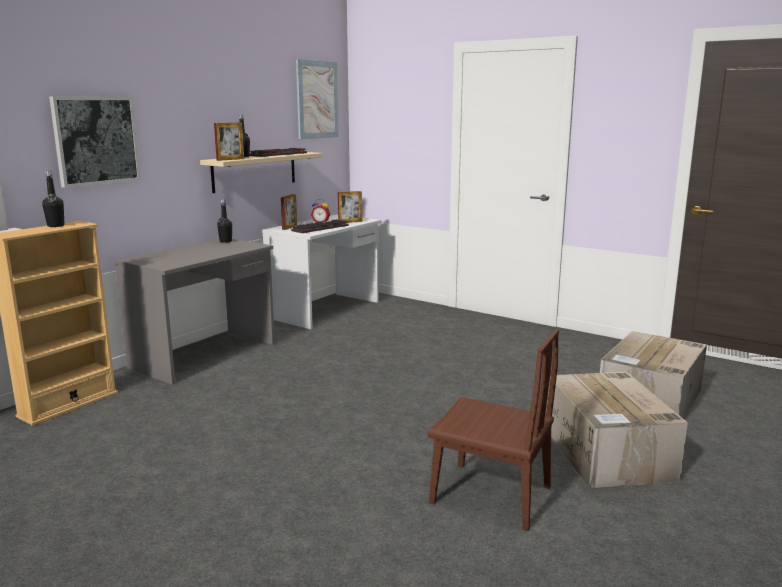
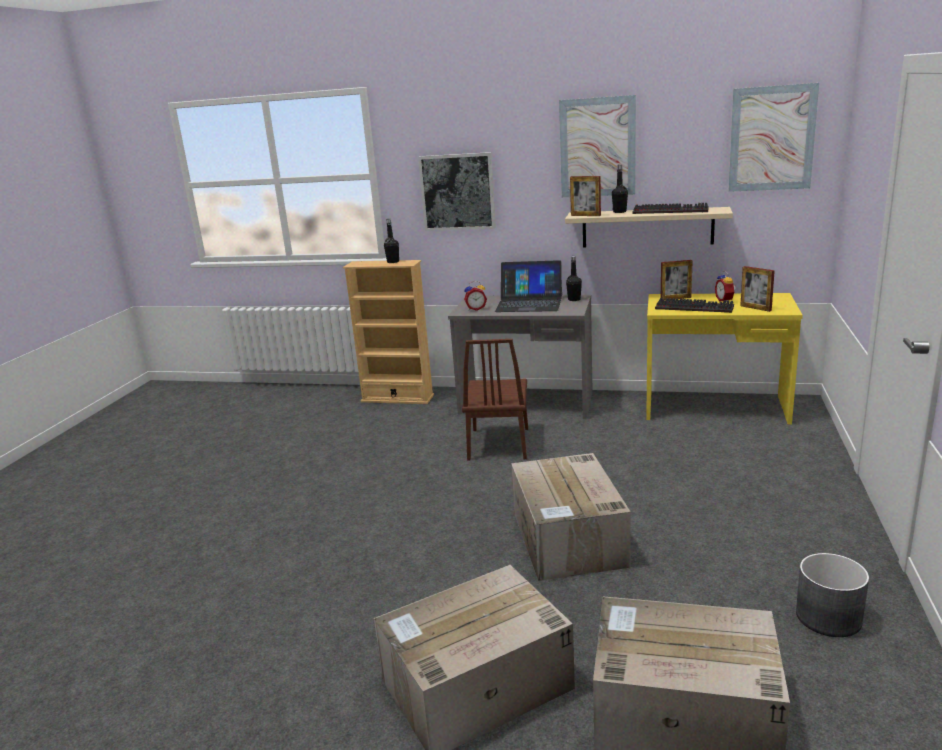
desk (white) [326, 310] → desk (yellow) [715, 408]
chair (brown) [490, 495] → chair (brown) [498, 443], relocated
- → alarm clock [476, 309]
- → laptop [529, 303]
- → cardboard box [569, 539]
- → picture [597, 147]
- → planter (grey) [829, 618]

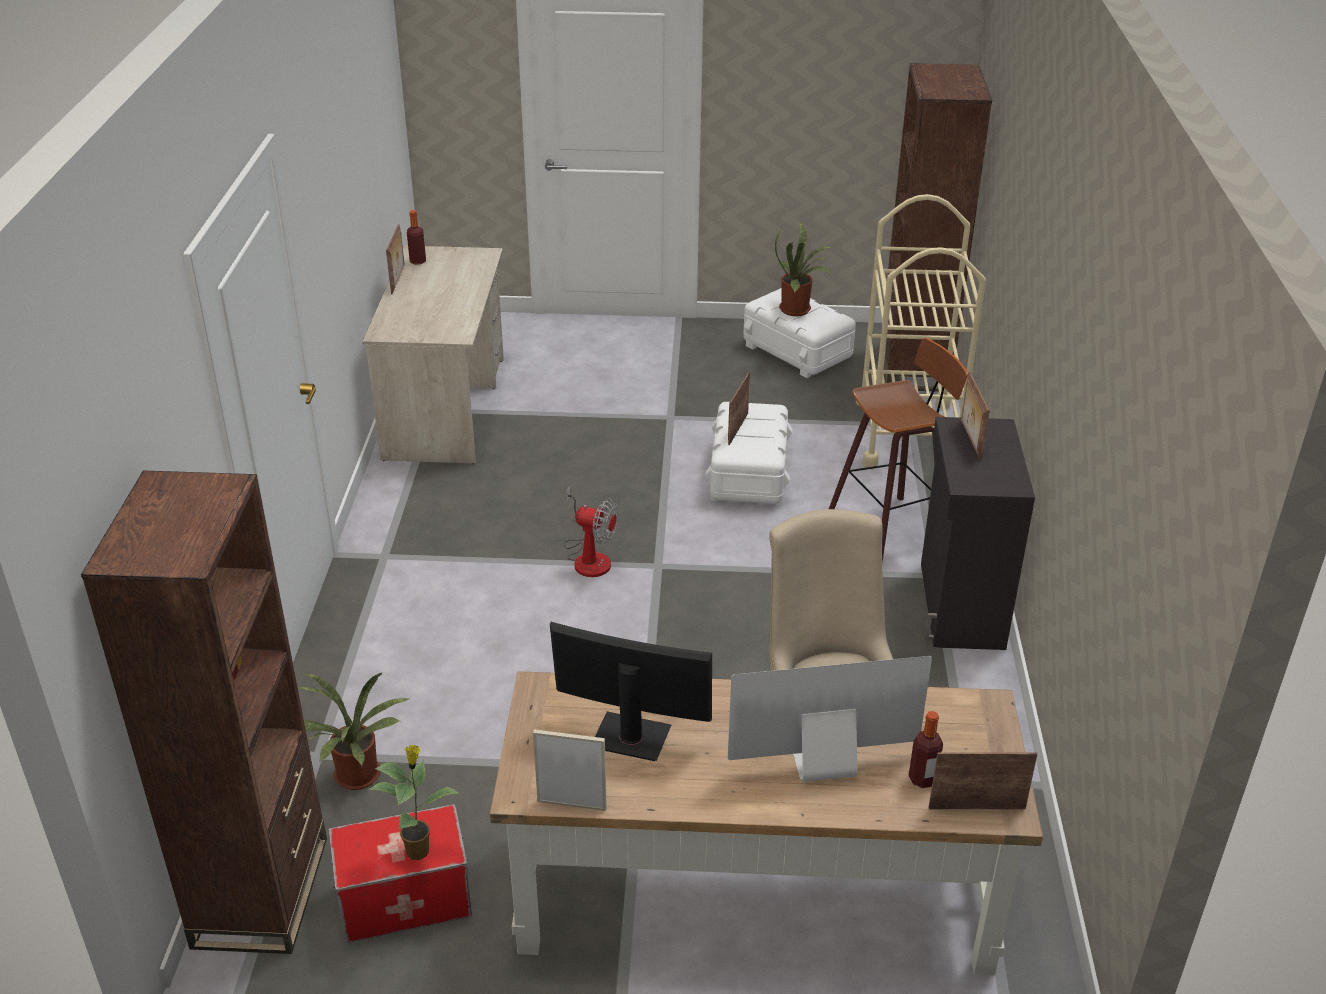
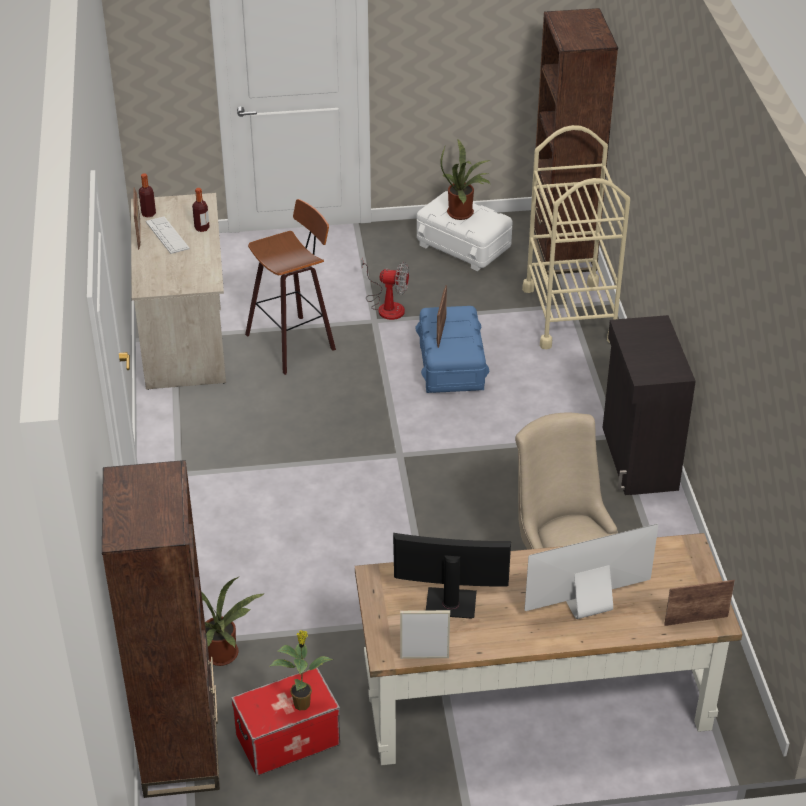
fan [589, 557] → fan [386, 306], relocated
storage box (white) [749, 474] → storage box (blue) [452, 366]
stool [891, 528] → stool [293, 342], relocated
bottle [922, 779] → bottle [202, 228], relocated
picture frame [969, 440] → -
- → keyboard [167, 235]

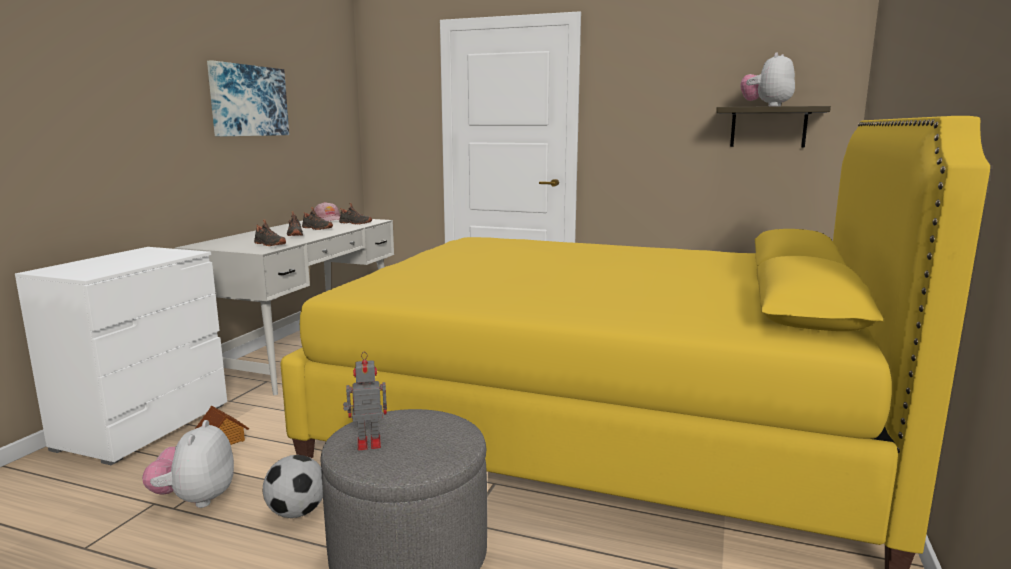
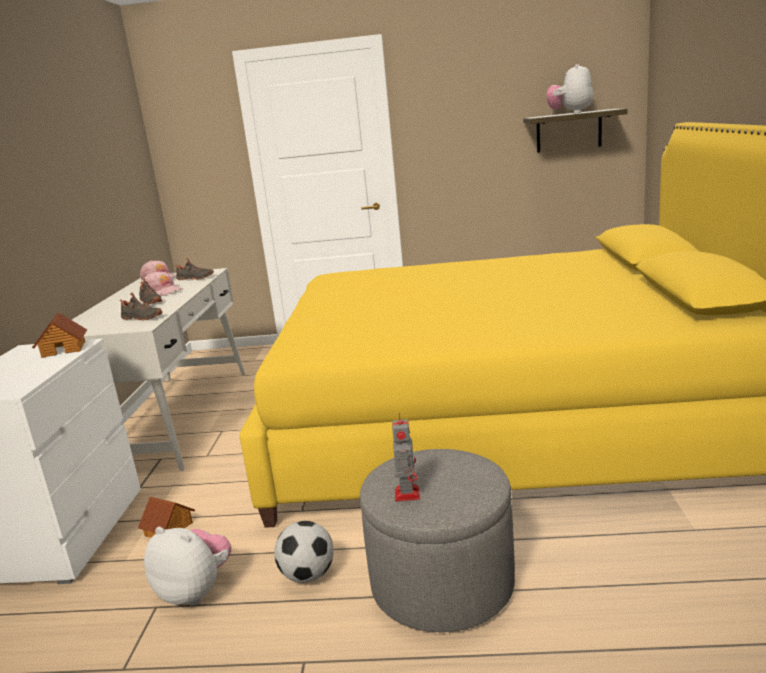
plush toy [195, 499] → plush toy [196, 591], 135 degrees clockwise
picture [248, 101] → -
shoe (black) [316, 228] → cap (pink) [163, 291]
toy robot [367, 443] → toy robot [407, 493], 120 degrees clockwise
- → toy house [64, 349]

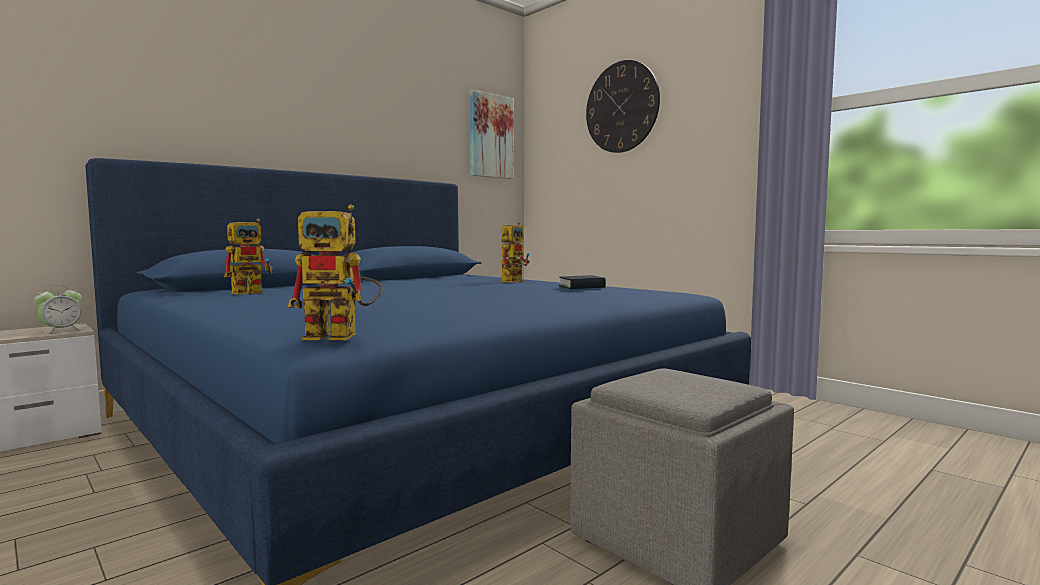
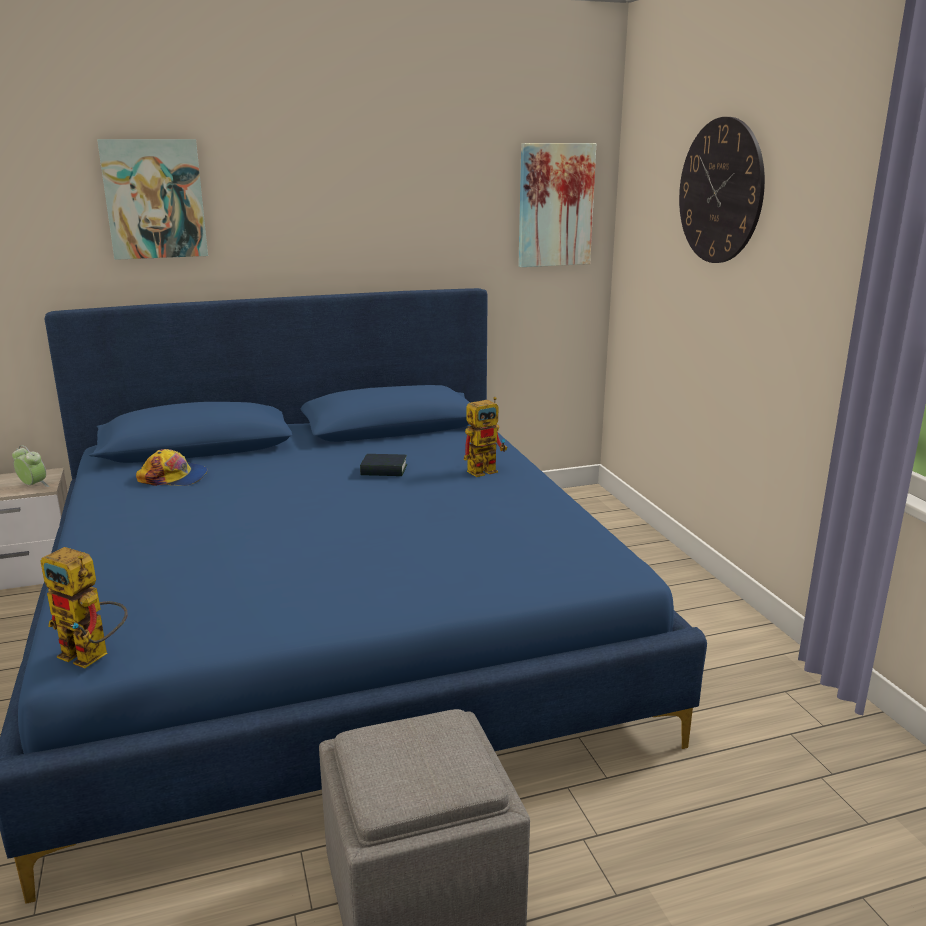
alarm clock [61, 331] → alarm clock [33, 486], 120 degrees counterclockwise
toy robot [253, 292] → cap [174, 477]
book [581, 287] → book [384, 470], relocated
- → picture [154, 199]

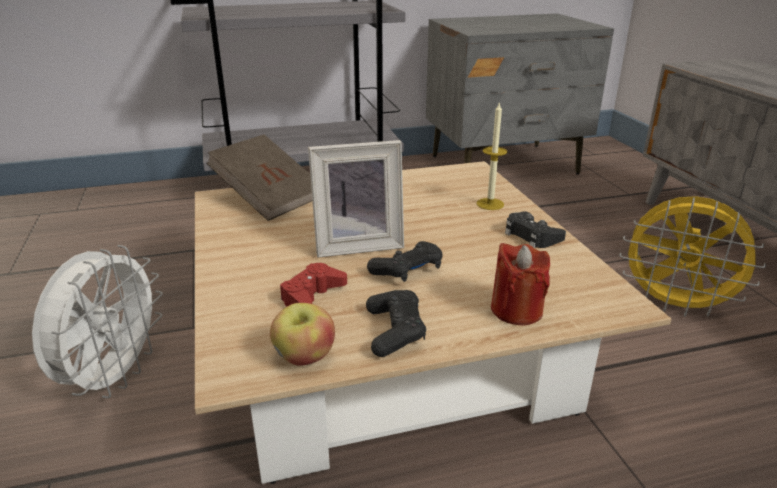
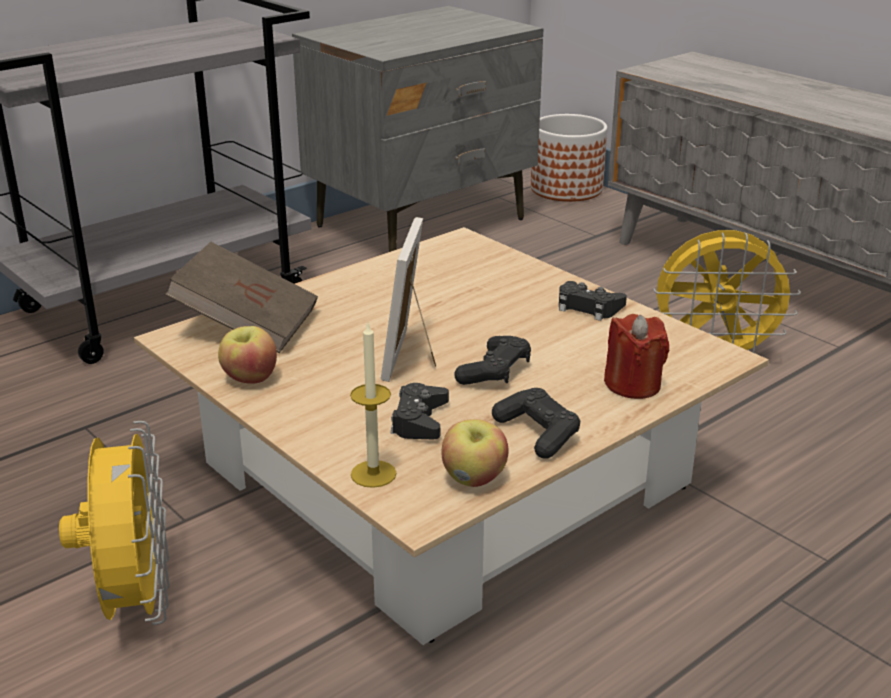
fan (white) [114, 377] → fan (yellow) [136, 603]
game controller (red) [312, 295] → game controller (black) [419, 420]
picture frame [358, 244] → picture frame [414, 357], 135 degrees clockwise
candle [490, 204] → candle [373, 474], relocated
- → apple [249, 378]
- → planter [567, 189]

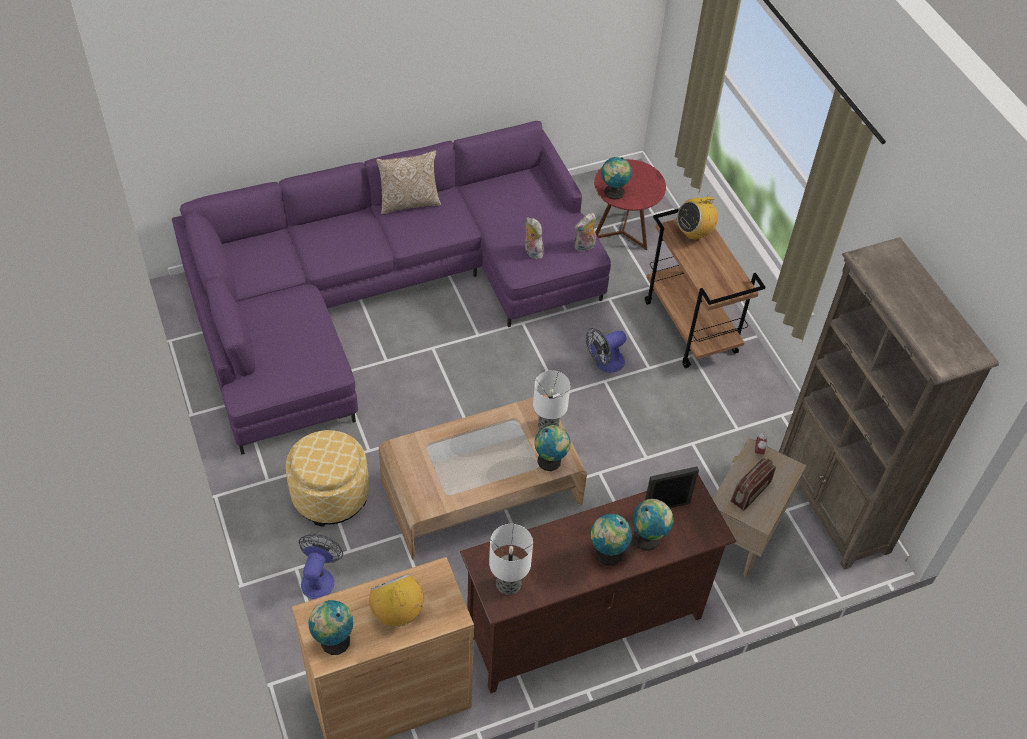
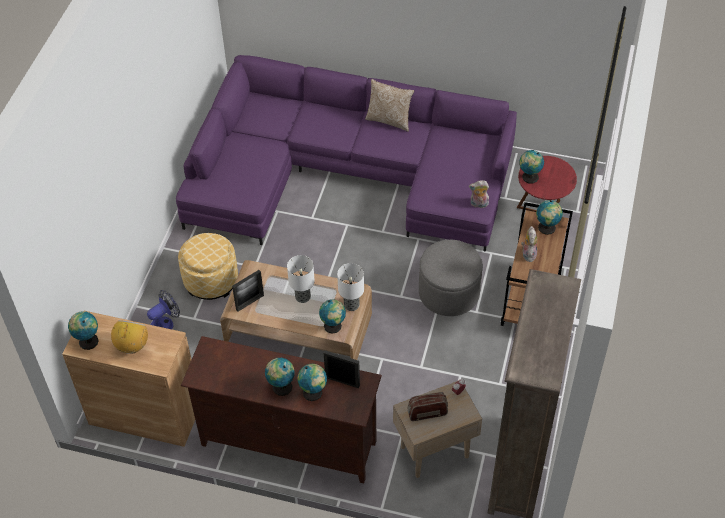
table lamp [508, 583] → table lamp [302, 296], relocated
plush toy [531, 251] → plush toy [528, 254], relocated
fan [604, 363] → ottoman (grey) [449, 293]
radio [694, 233] → globe [547, 229]
- → picture frame [250, 302]

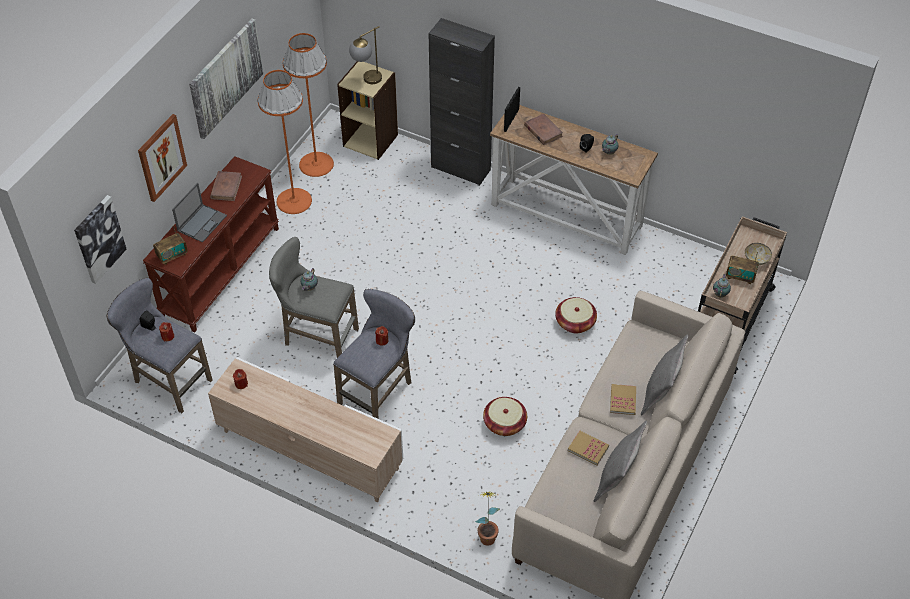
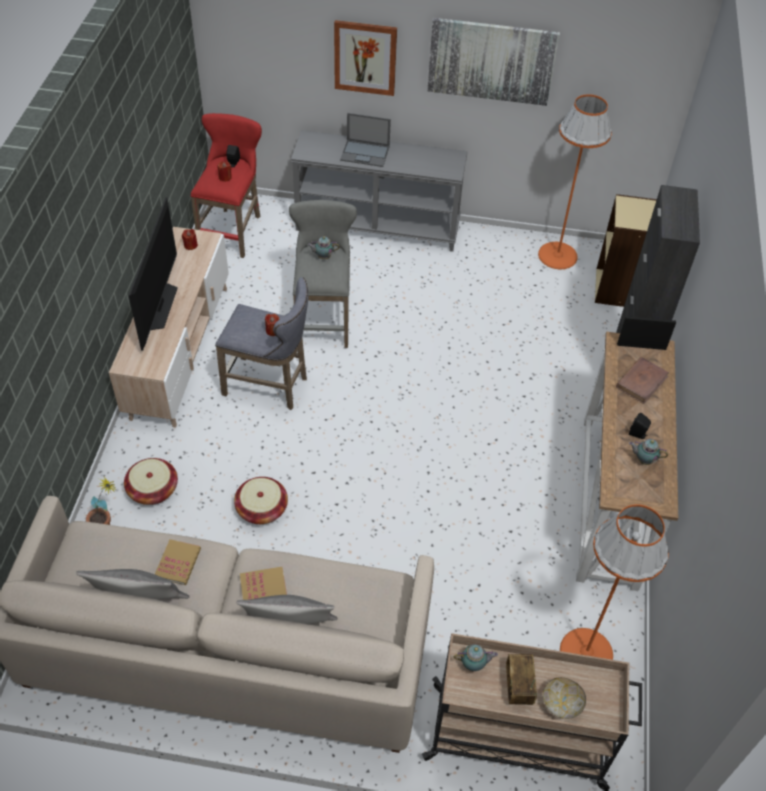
picture [99, 239] → -
stool (grey) [169, 380] → stool (red) [233, 230]
console table (brown) [220, 271] → console table (grey) [378, 226]
radio [172, 255] → -
book (brown) [226, 187] → -
floor lamp (orange) [293, 201] → floor lamp (orange) [586, 652], relocated
table lamp [367, 81] → -
basket [575, 322] → basket [153, 489], relocated
- → television [159, 306]

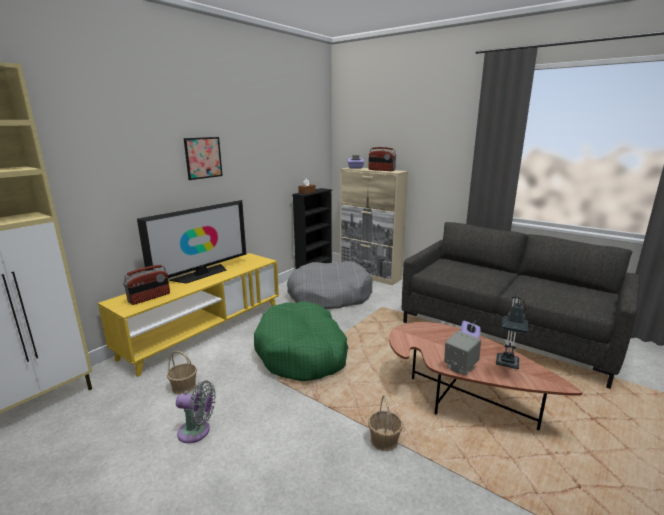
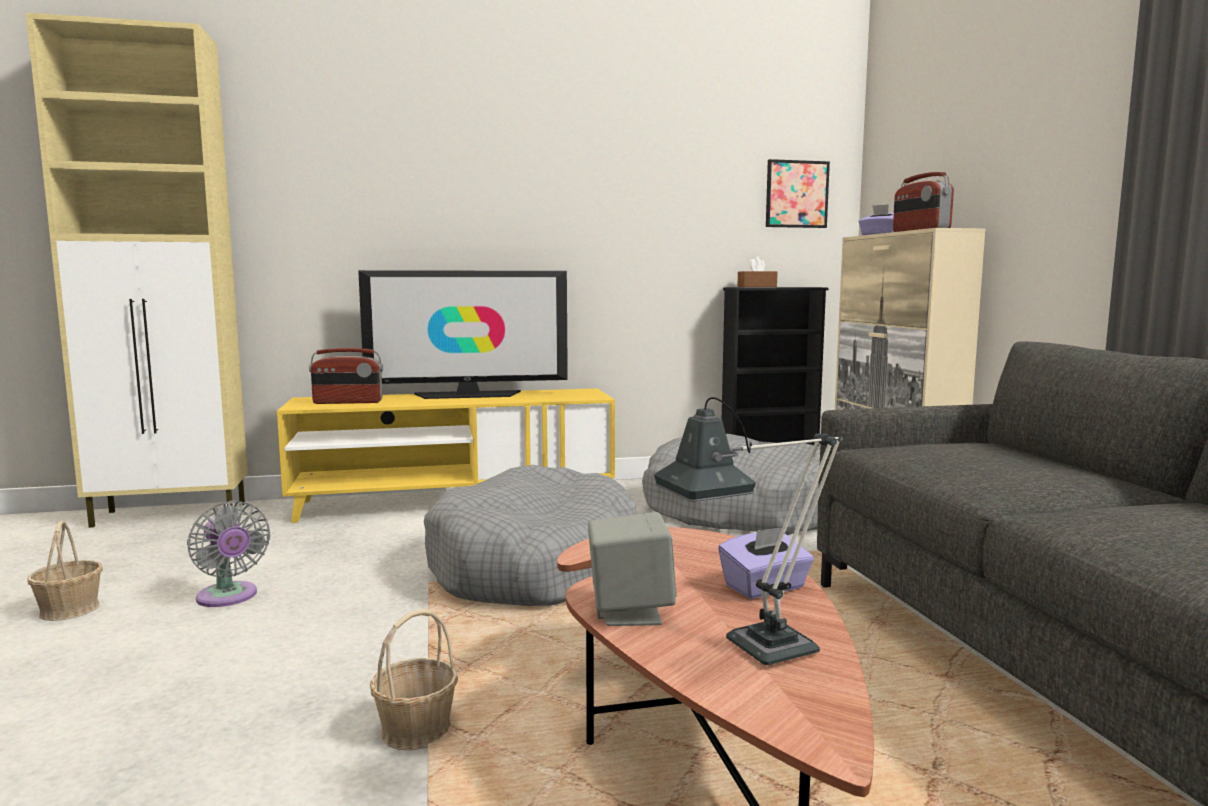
basket [184, 387] → basket [70, 609], relocated
picture [203, 158] → picture [797, 194], relocated
dog bed (green) [302, 352] → dog bed (grey) [535, 566]

